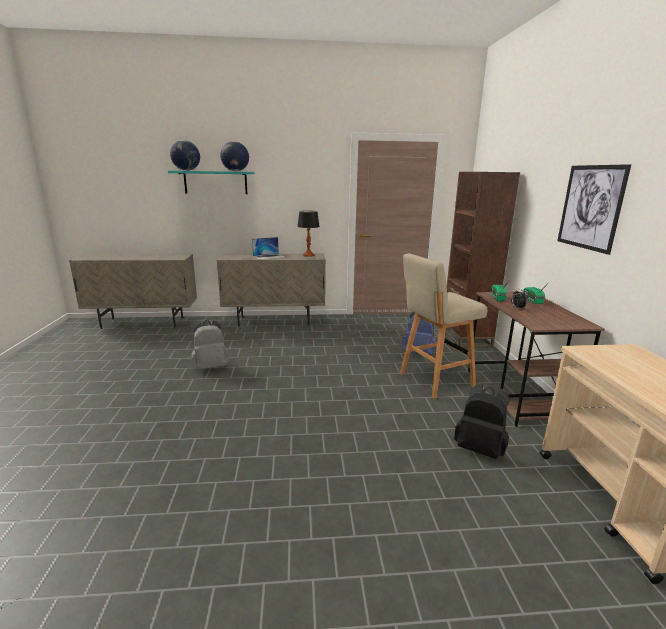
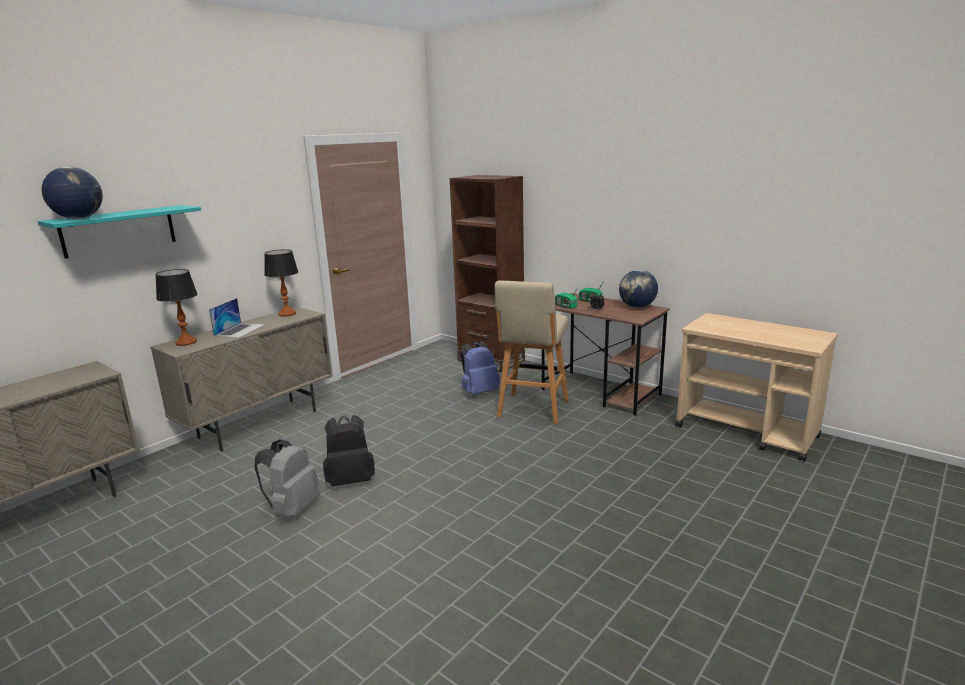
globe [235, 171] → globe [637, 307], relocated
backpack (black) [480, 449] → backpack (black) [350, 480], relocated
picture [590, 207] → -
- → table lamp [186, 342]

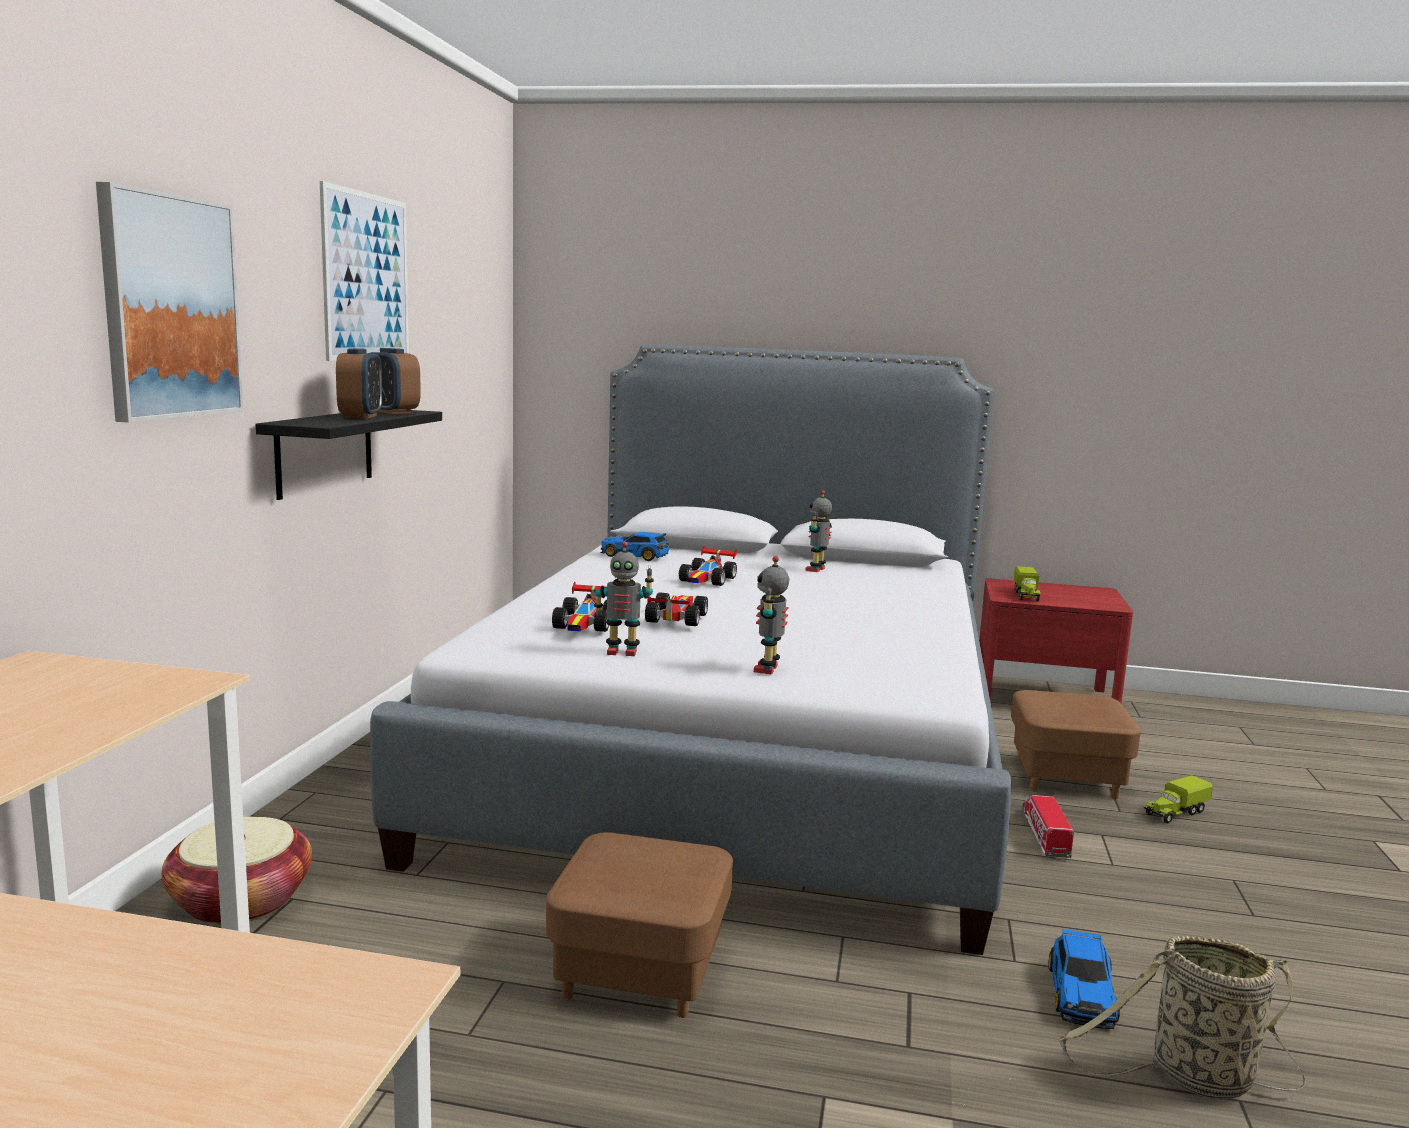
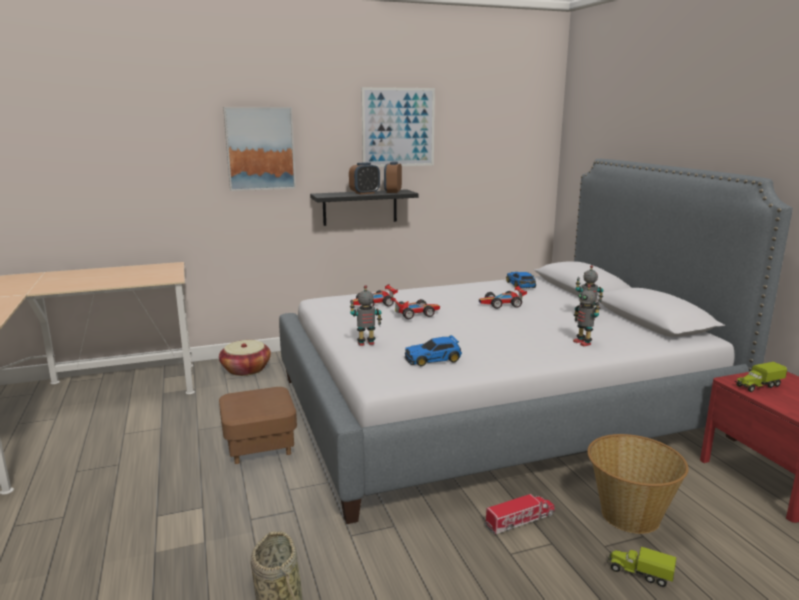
toy robot [622, 652] → toy robot [583, 343], relocated
ottoman (brown) [1066, 777] → basket [629, 514]
toy car [1082, 993] → toy car [433, 359], relocated

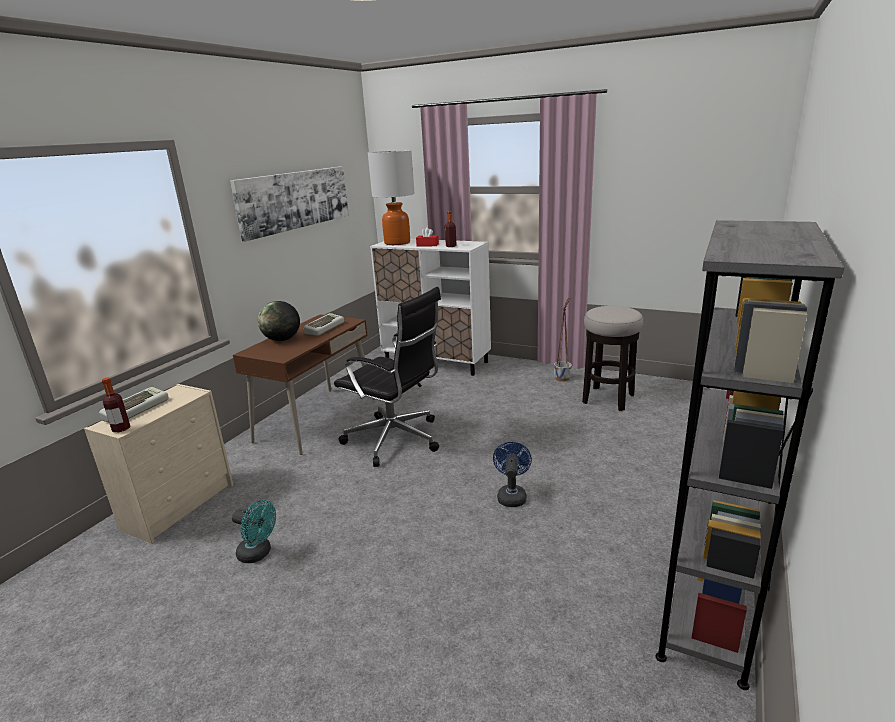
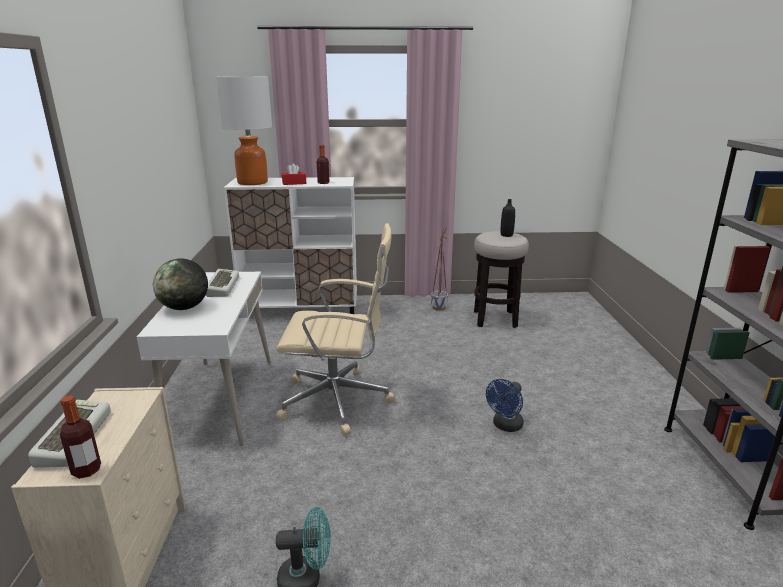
picture [295, 200] → -
desk (brown) [316, 419] → desk (white) [220, 400]
office chair (black) [396, 440] → office chair (beige) [339, 401]
fan (blue) [511, 495] → fan (blue) [505, 426], 120 degrees counterclockwise
- → bottle (black) [506, 235]

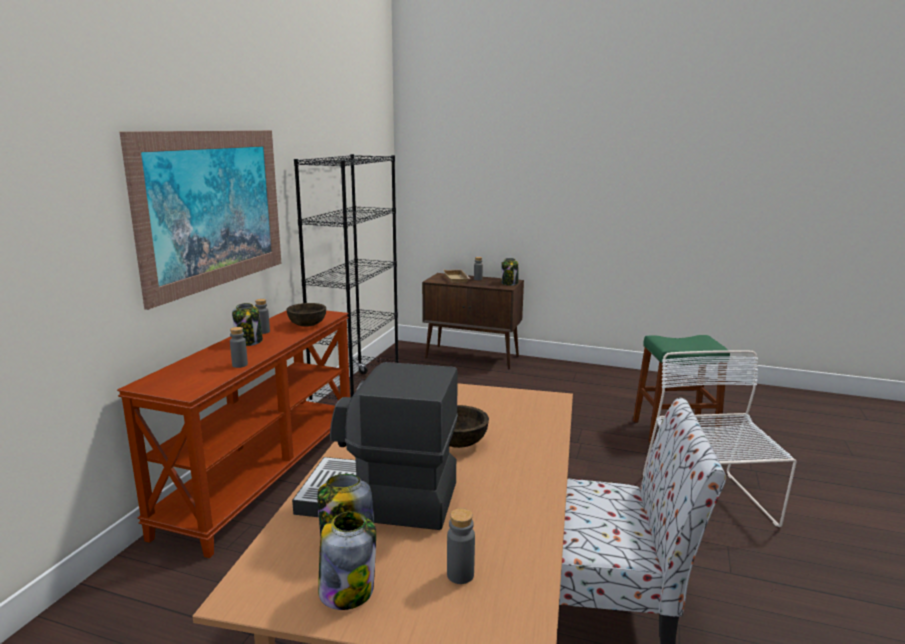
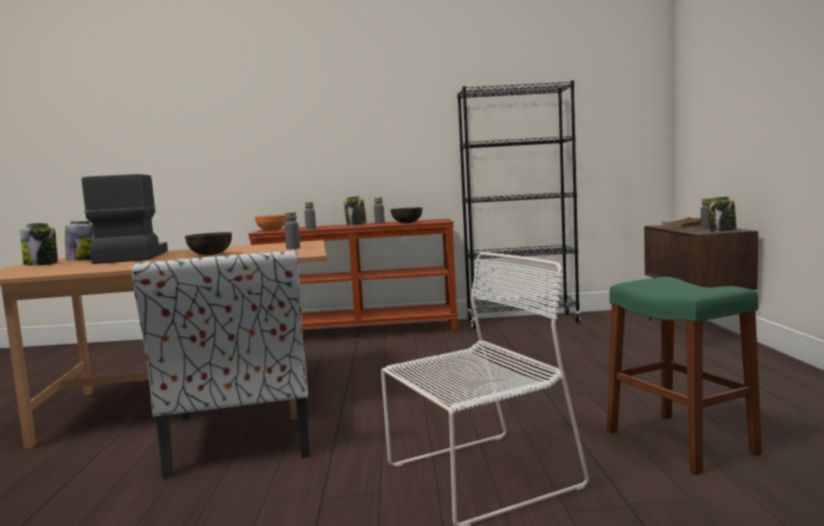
picture [213, 209] → -
bottle (grey) [460, 575] → bottle (grey) [293, 248], relocated
- → bowl (orange) [272, 230]

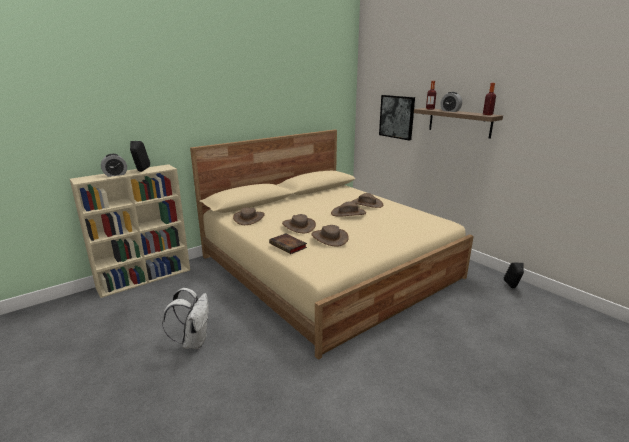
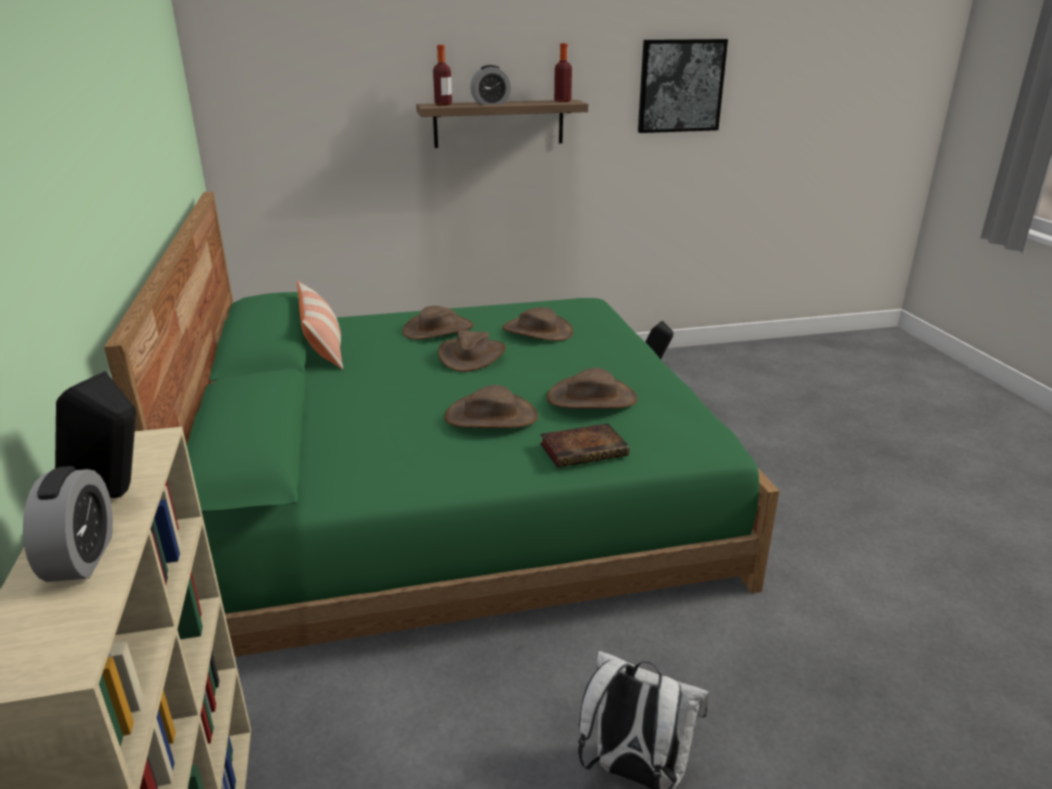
bed (beige) [327, 266] → bed (green) [457, 490]
hat (brown) [249, 218] → hat (brown) [537, 331], relocated
picture [397, 117] → picture [680, 86], relocated
- → pillow [323, 346]

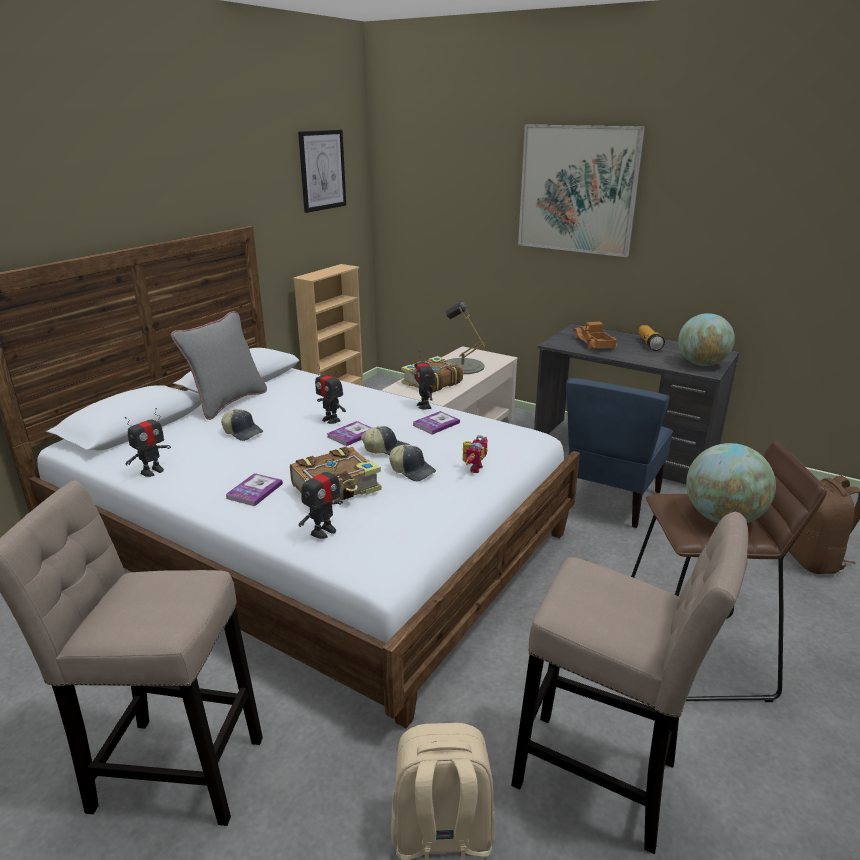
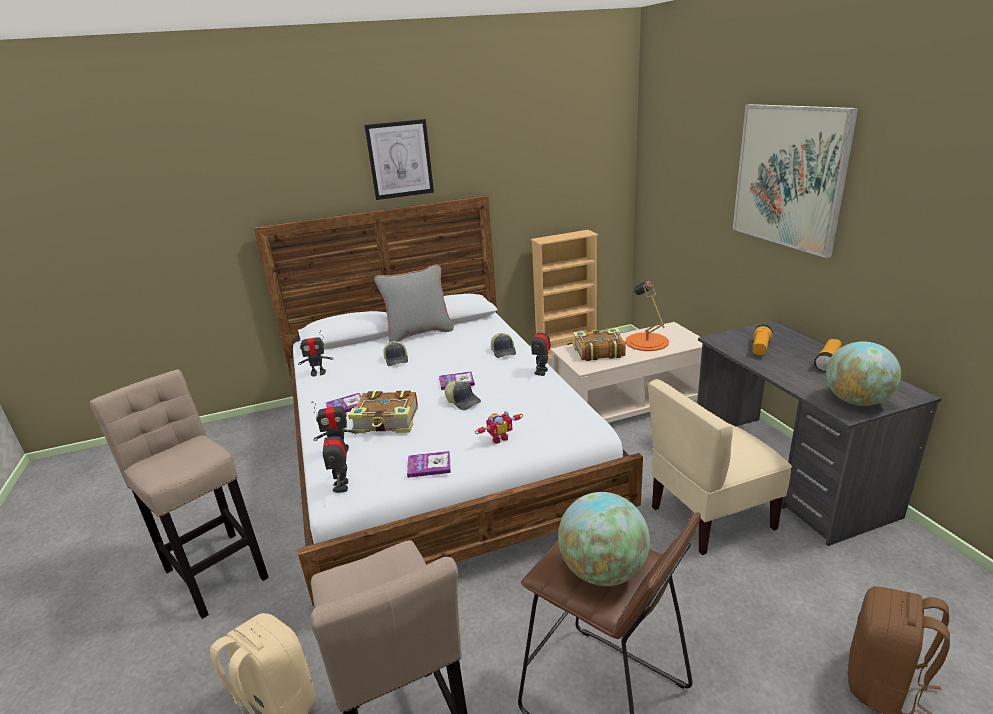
picture [322, 170] → picture [400, 159], relocated
toy robot [331, 420] → toy robot [342, 486], relocated
cap [412, 471] → cap [504, 352], relocated
book [436, 424] → book [429, 465], relocated
table lamp (grey) [462, 366] → table lamp (orange) [646, 342]
chair (blue) [610, 500] → chair (beige) [710, 517]
toy truck [593, 344] → flashlight [760, 348]

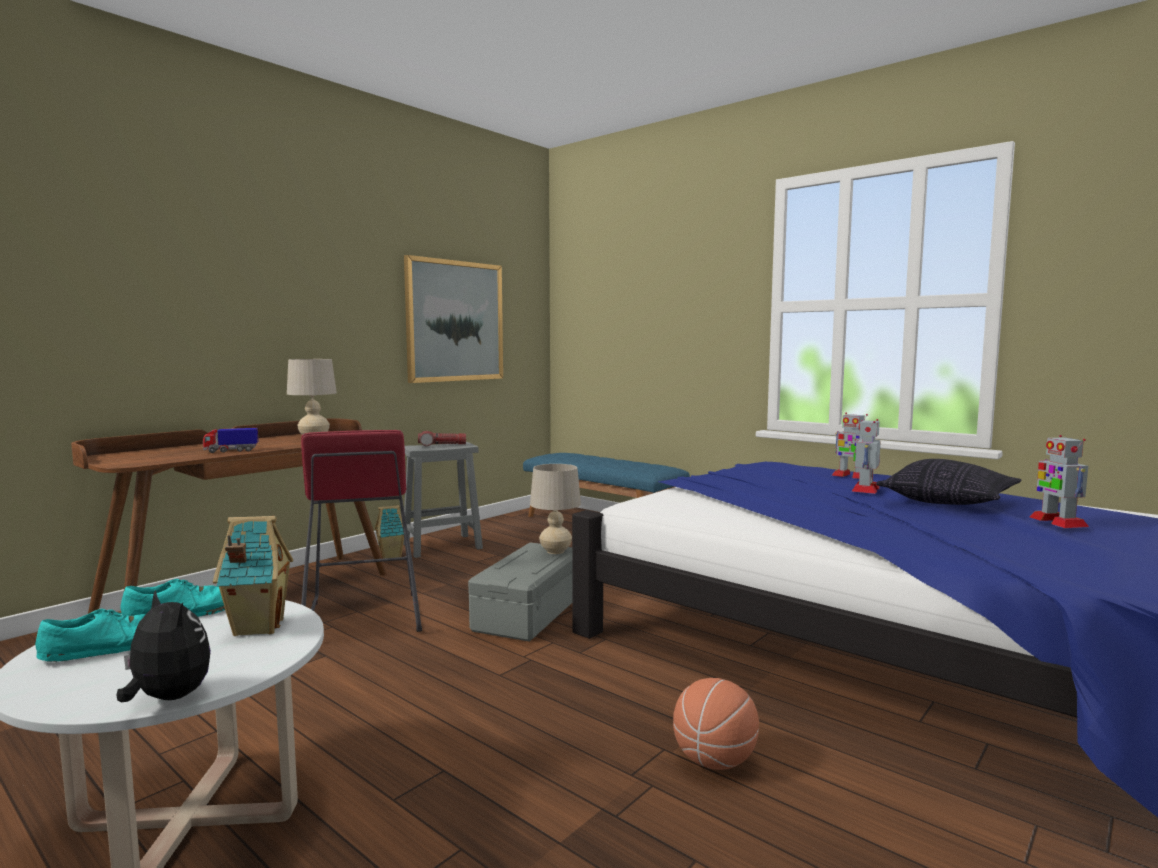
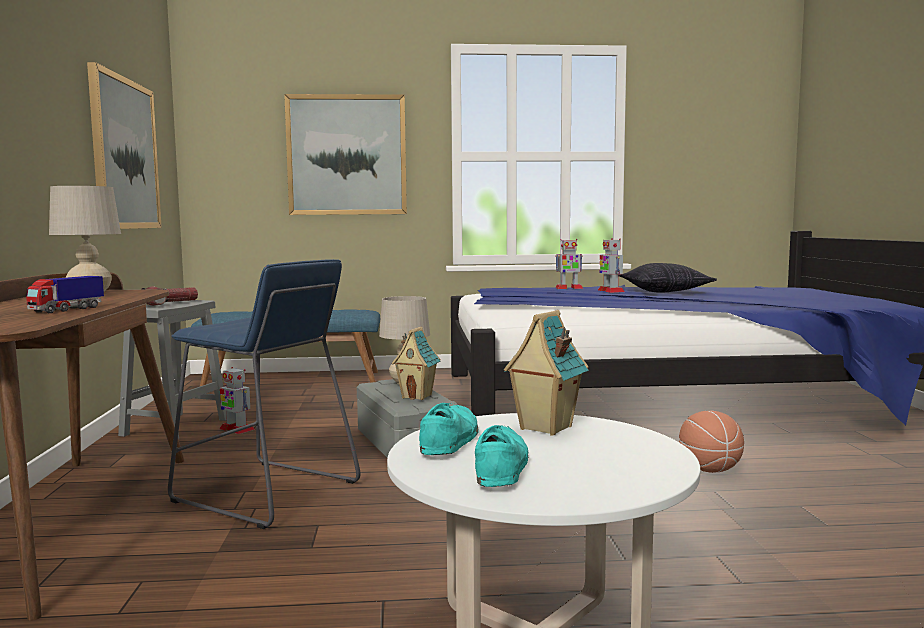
plush toy [167, 698] → -
stool (red) [363, 617] → stool (blue) [266, 492]
toy house [391, 557] → toy house [417, 396], relocated
toy robot [1057, 522] → toy robot [236, 429], relocated
- → picture [347, 155]

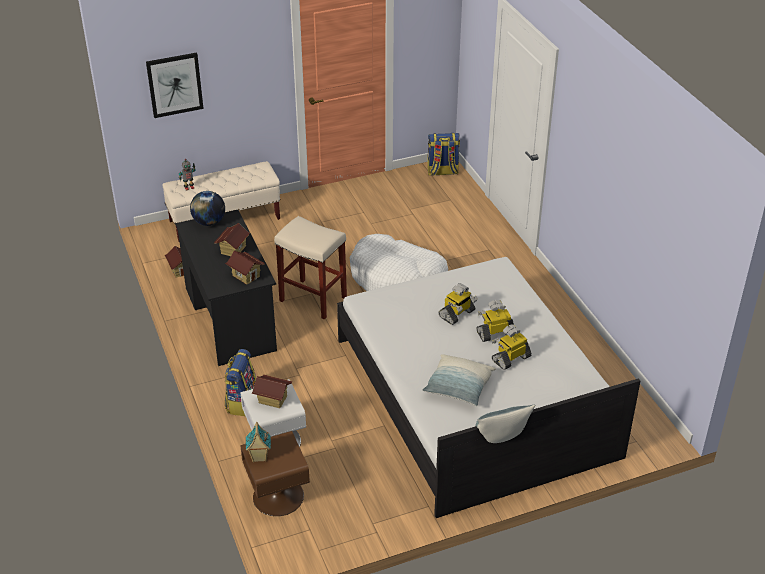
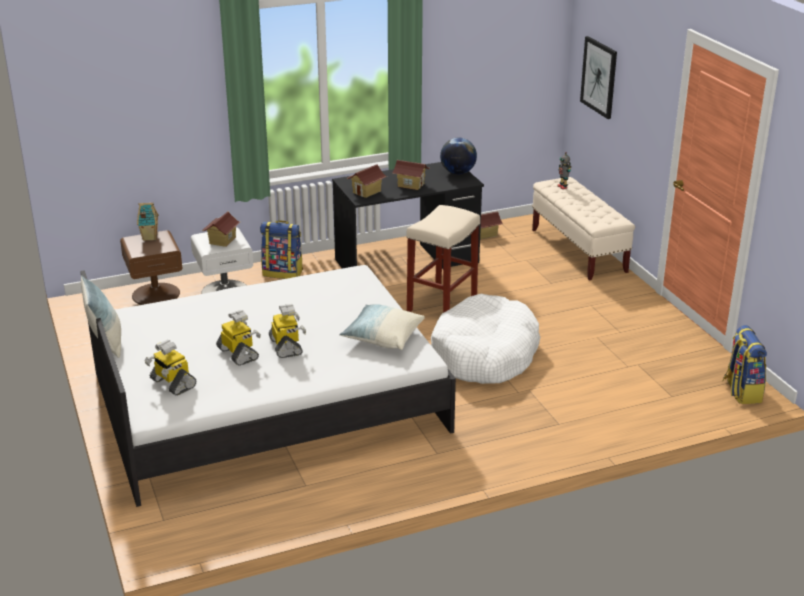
pillow [458, 387] → pillow [383, 337], relocated
toy robot [457, 314] → toy robot [172, 383], relocated

